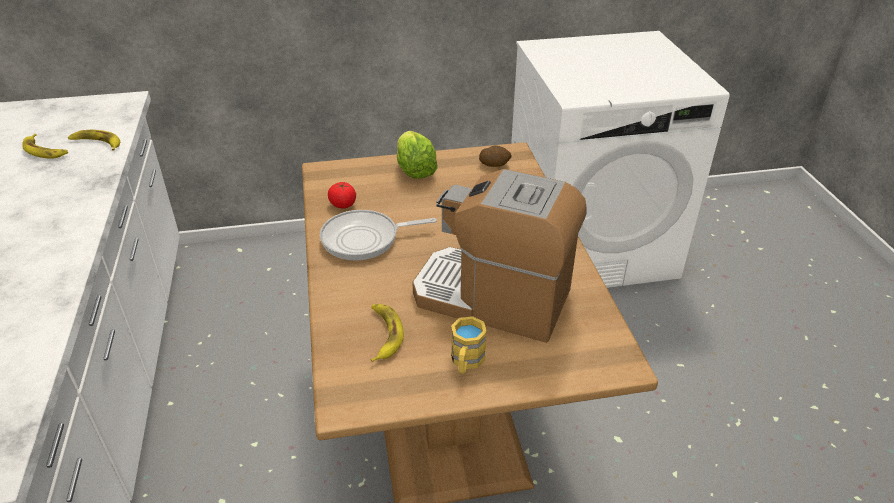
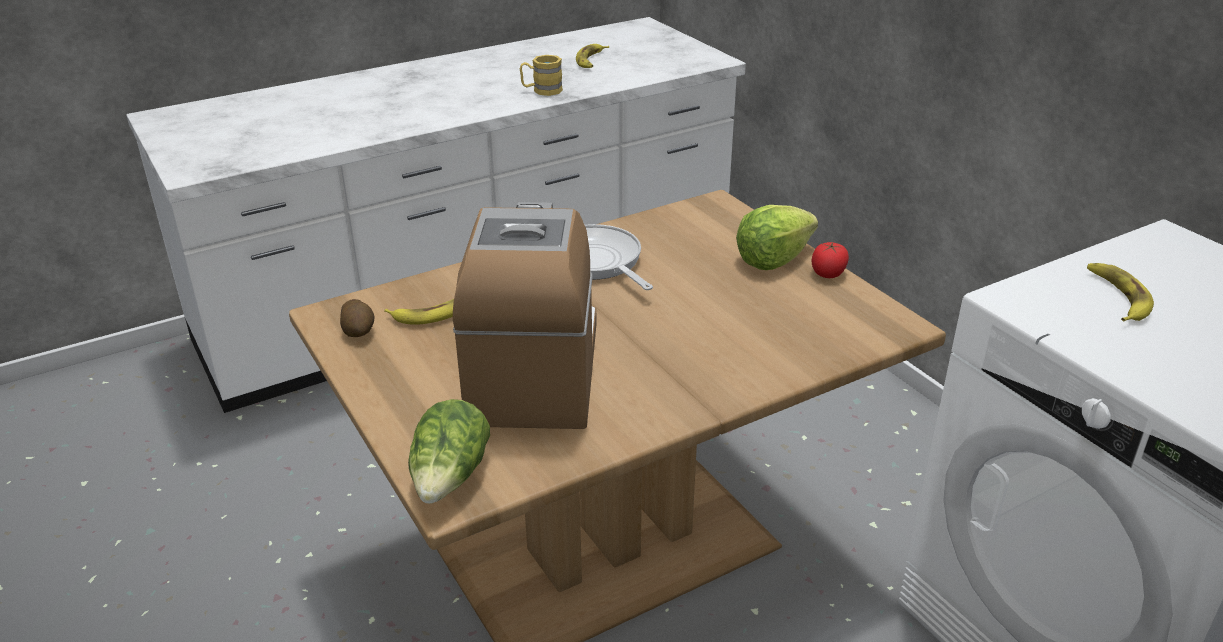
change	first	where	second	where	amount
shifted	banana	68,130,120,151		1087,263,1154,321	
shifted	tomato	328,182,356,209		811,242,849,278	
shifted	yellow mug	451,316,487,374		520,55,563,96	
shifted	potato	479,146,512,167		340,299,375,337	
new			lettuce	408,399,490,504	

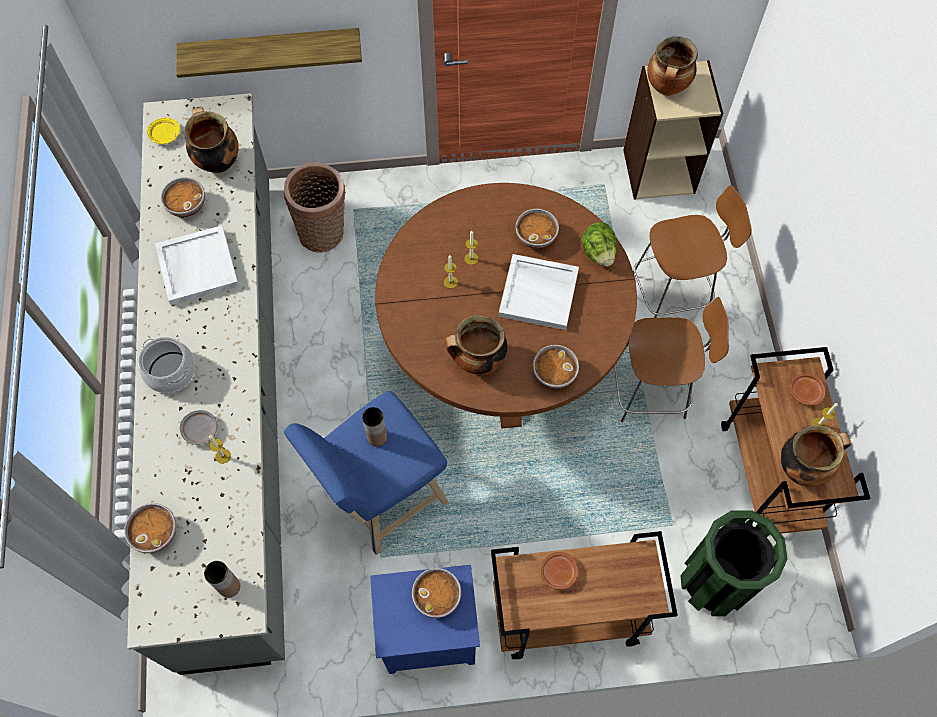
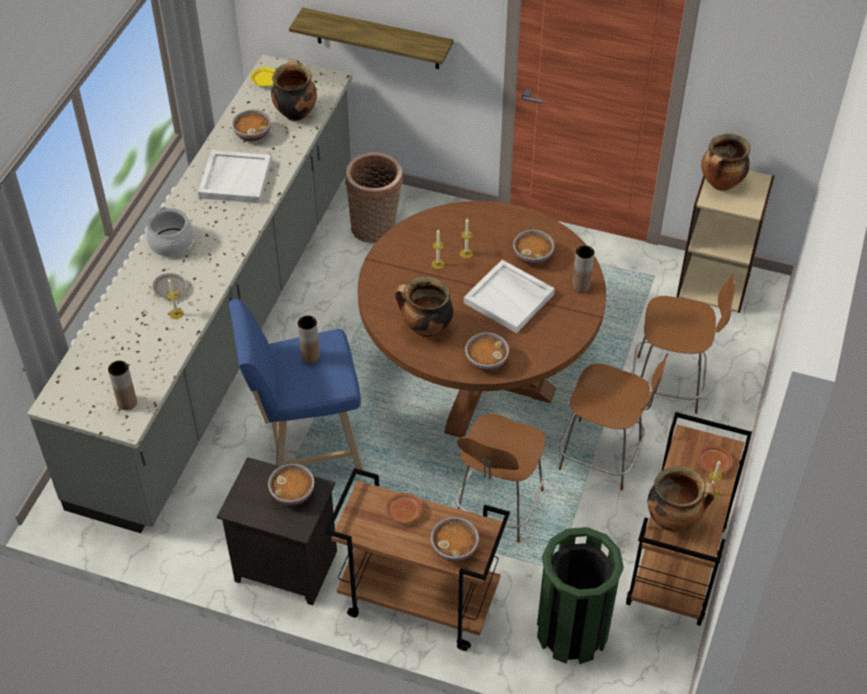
change	first	where	second	where	amount
shifted	bowl	124,503,176,553		431,517,479,562	
repainted	blue nightstand	370,565,480,674	black nightstand	217,457,337,605	
swapped	lettuce	582,222,617,266	brown vase	572,245,594,293	
new			brown chair	456,414,546,543	

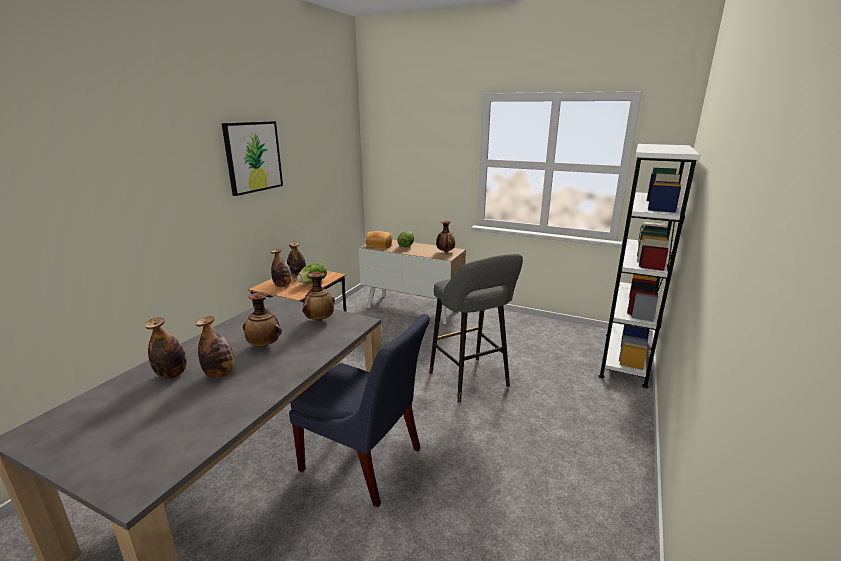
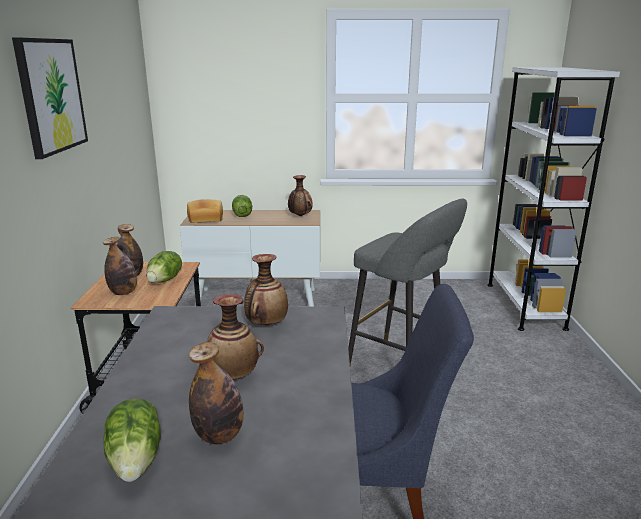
change	first	where	second	where	amount
swapped	bottle	145,317,187,379	lettuce	103,399,161,482	

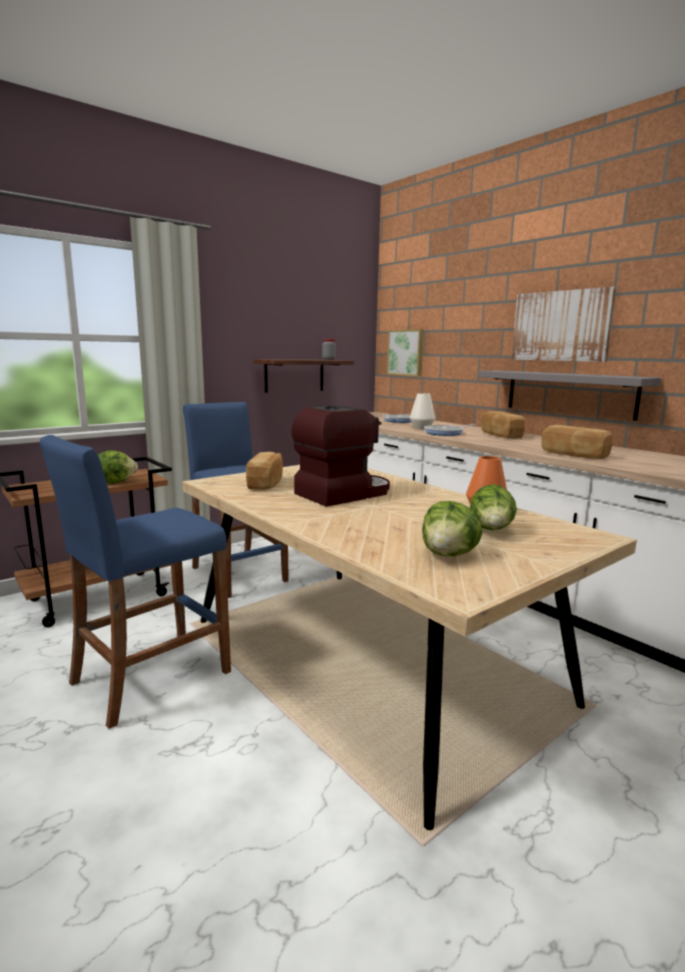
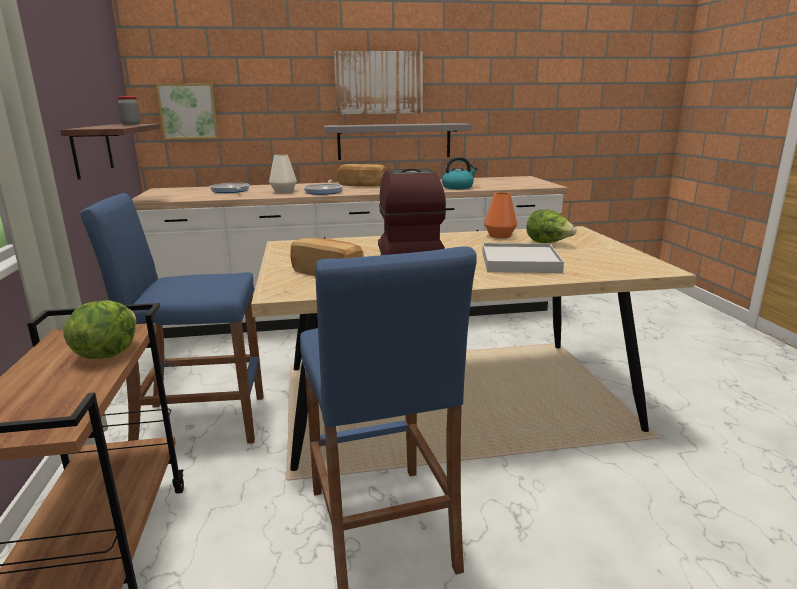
change	first	where	second	where	amount
gone	lettuce	422,501,482,556			
swapped	bread	541,425,613,459	kettle	442,157,478,190	
new			white tray	482,243,564,273	

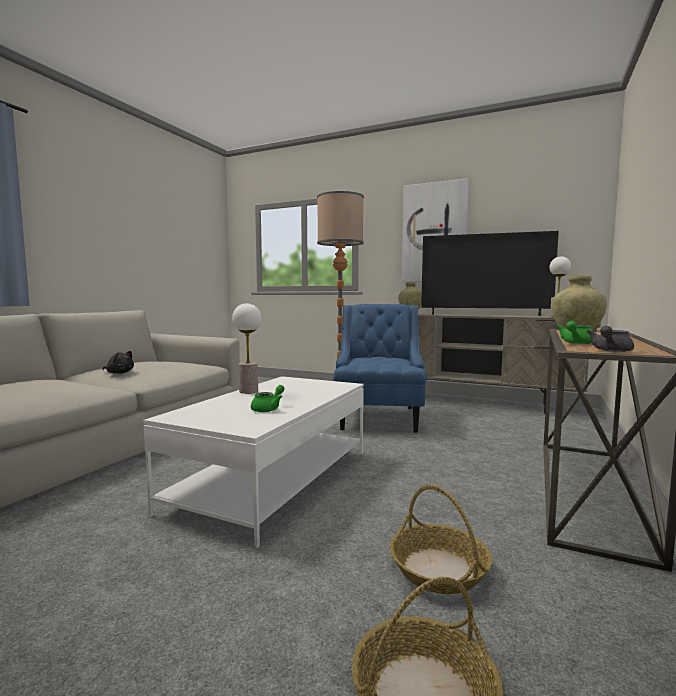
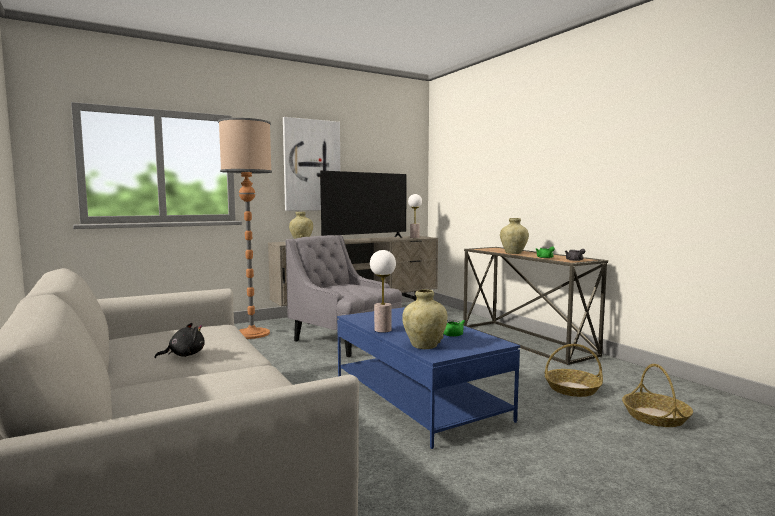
change	first	where	second	where	amount
repainted	white coffee table	143,376,364,548	blue coffee table	337,307,520,449	
repainted	blue armchair	333,304,427,433	grey armchair	286,235,402,357	
new			beige vase	402,289,448,349	

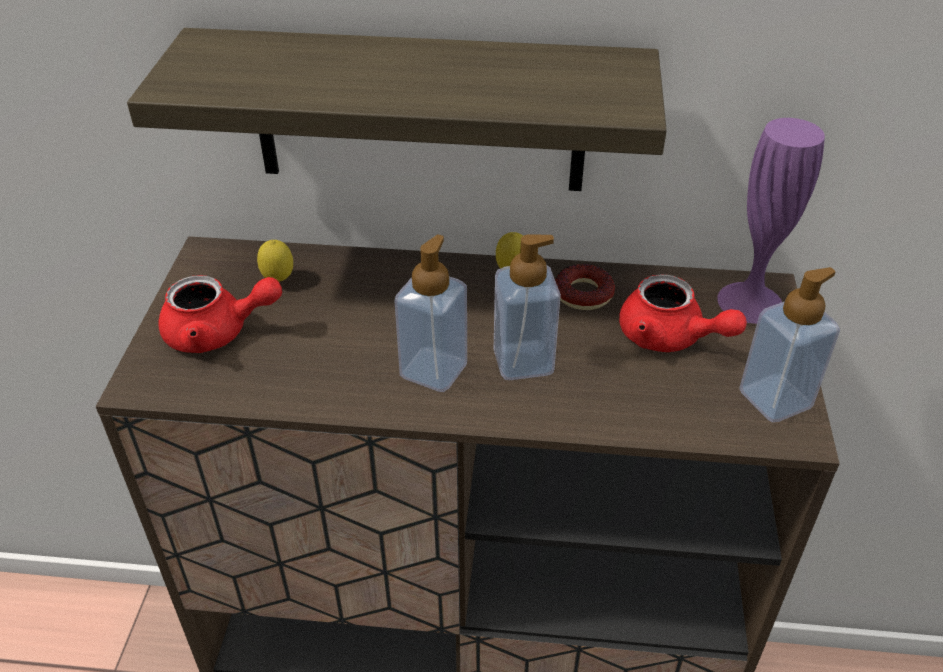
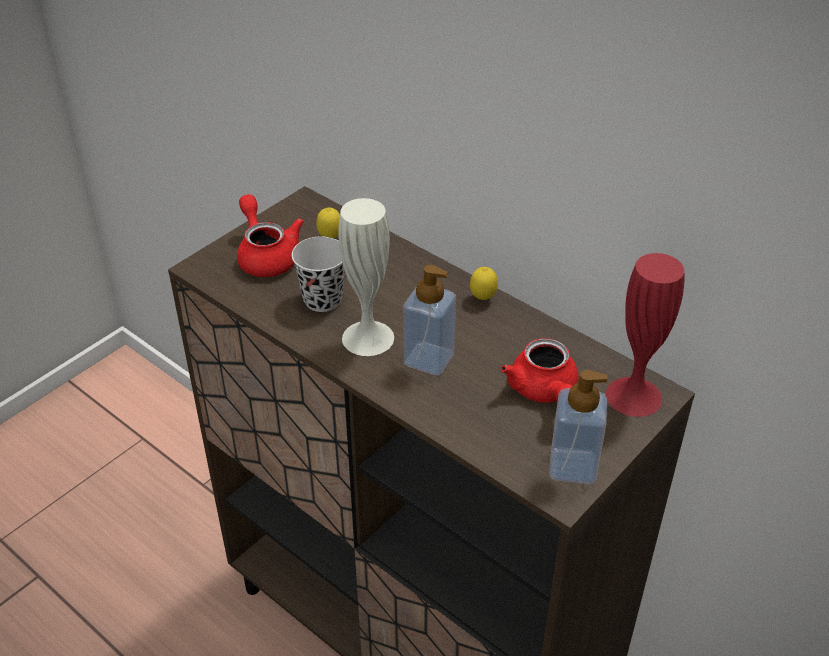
change	first	where	second	where	amount
gone	shelf	127,28,667,191			
rotated	red teapot	158,275,282,353		237,194,304,277	150 degrees counterclockwise
swapped	soap dispenser	394,235,467,392	white vase	338,198,394,356	
gone	donut	555,264,615,310			
repainted	purple vase	717,118,825,324	red vase	606,253,685,417	
new			black cup	292,237,344,312	

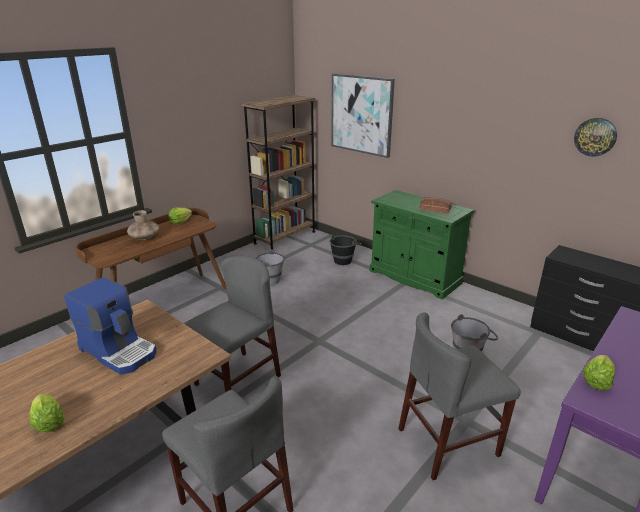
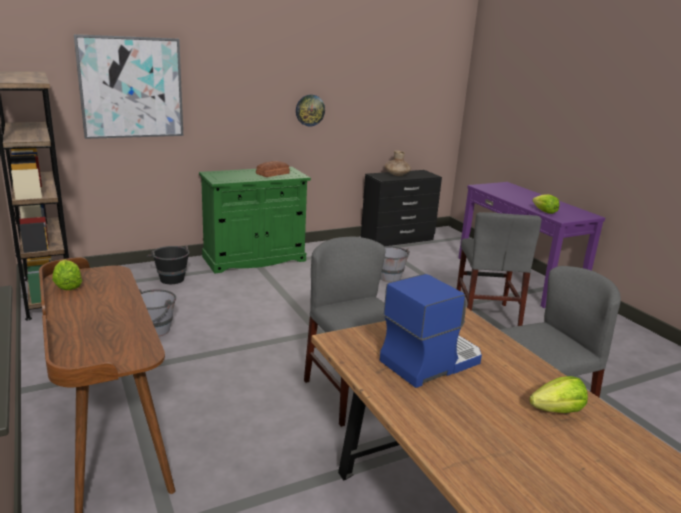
change	first	where	second	where	amount
shifted	brown vase	127,210,159,240		385,150,411,176	
shifted	wall clock	574,118,617,157		296,95,325,126	

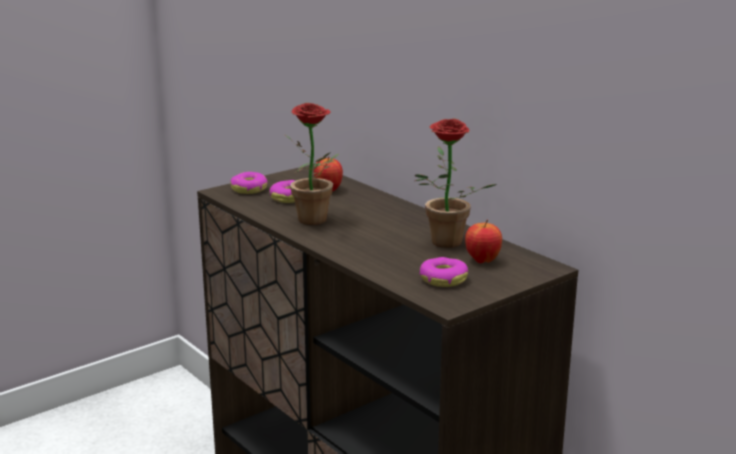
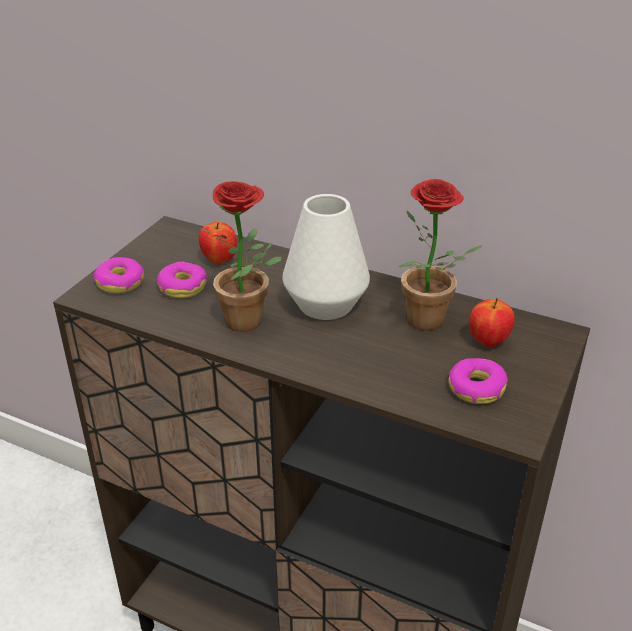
change	first	where	second	where	amount
new			white vase	282,194,370,320	

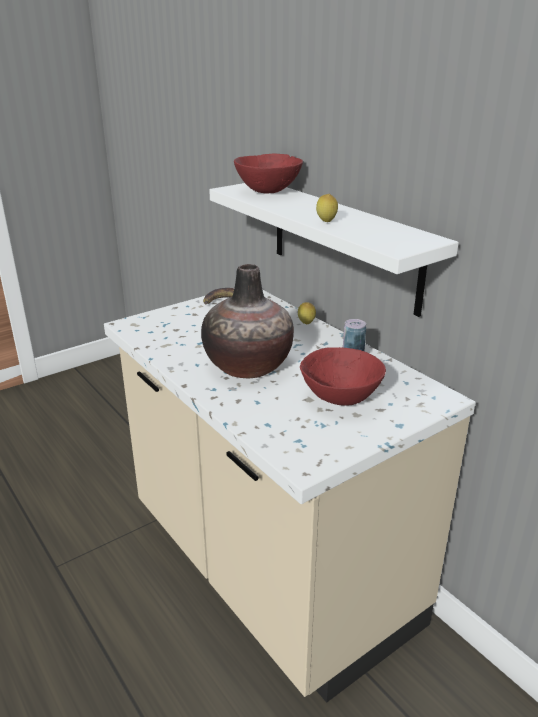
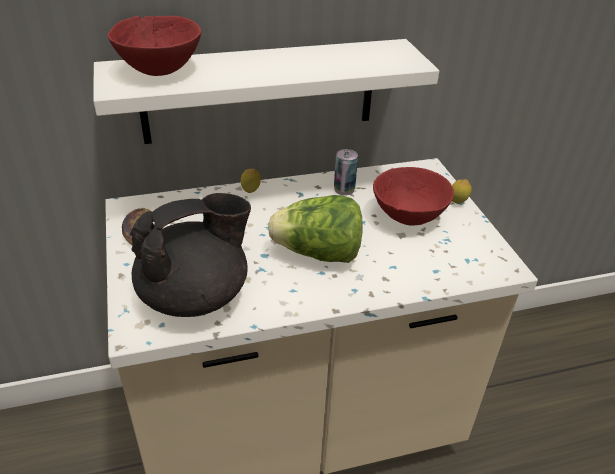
change	first	where	second	where	amount
swapped	vase	201,264,294,379	lettuce	268,195,363,263	
shifted	lemon	316,194,338,222		452,179,472,204	
new			black teapot	130,193,251,317	

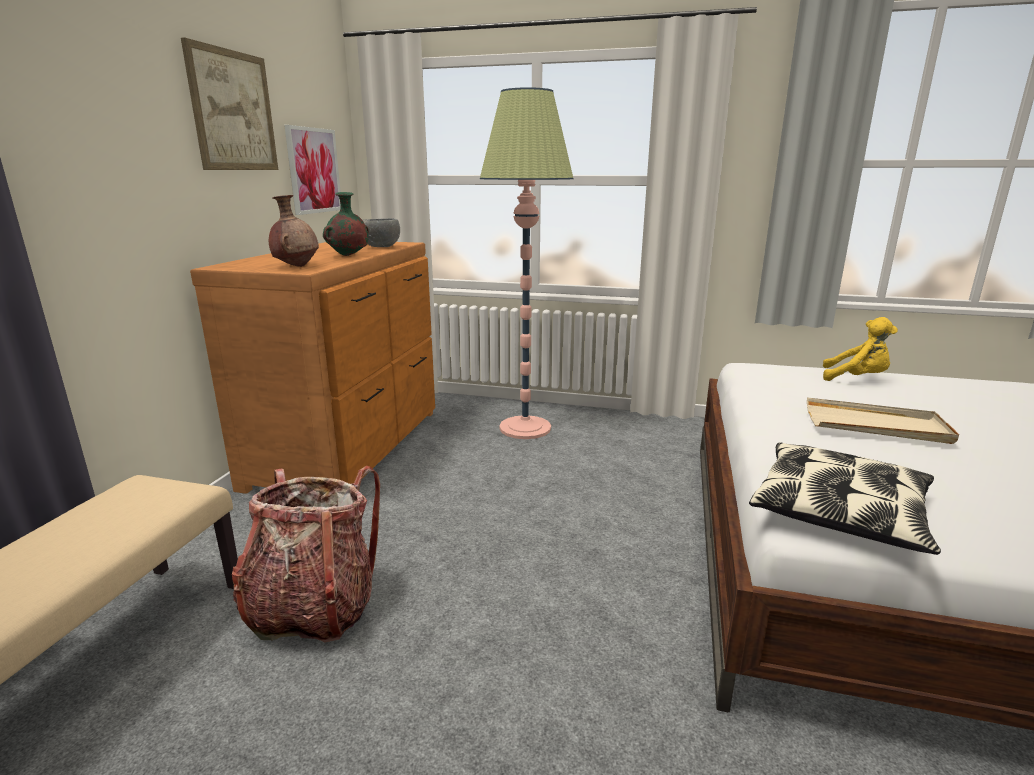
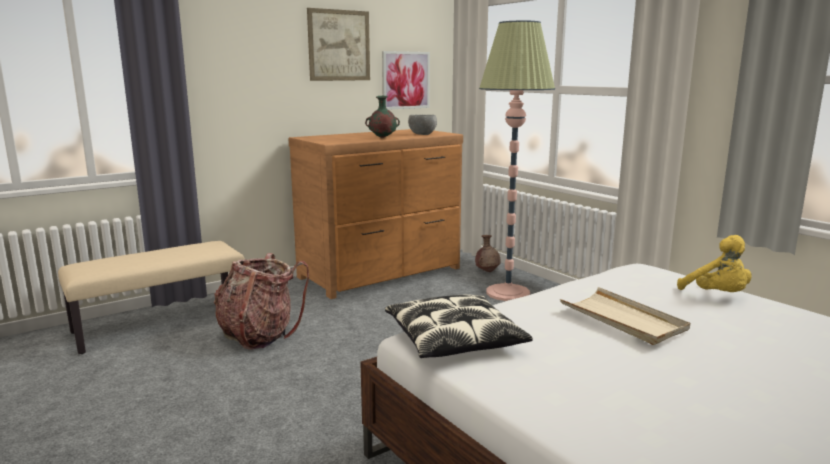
change	first	where	second	where	amount
shifted	brown vase	269,195,319,267		475,235,501,272	

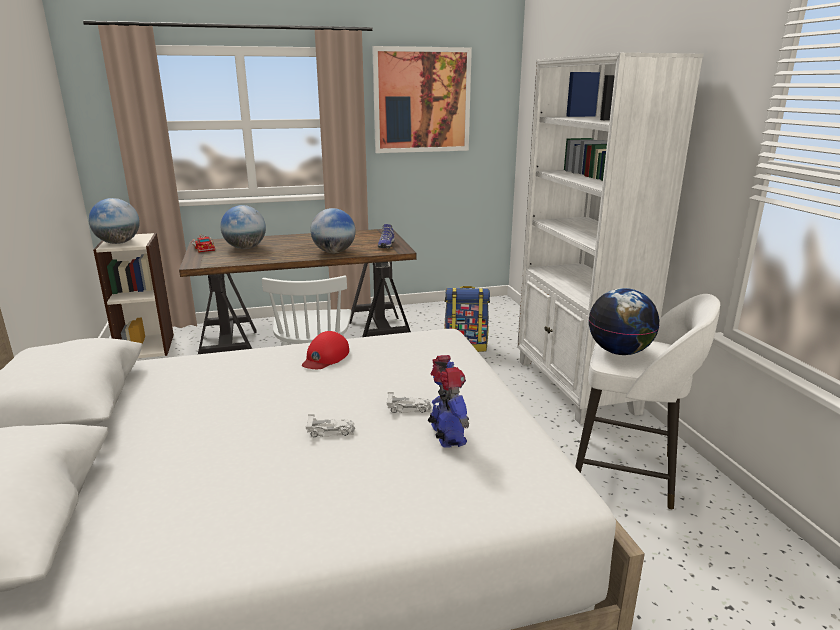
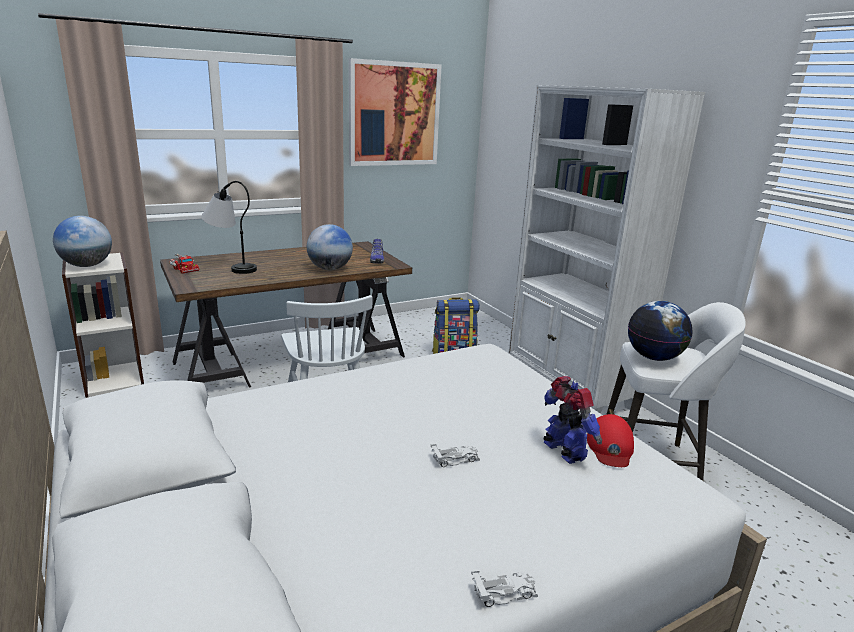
change	first	where	second	where	amount
swapped	globe	220,205,266,249	table lamp	201,181,257,274	
shifted	red cap	302,331,349,369		587,414,634,467	
shifted	white toy car	387,392,431,413		471,571,538,607	

